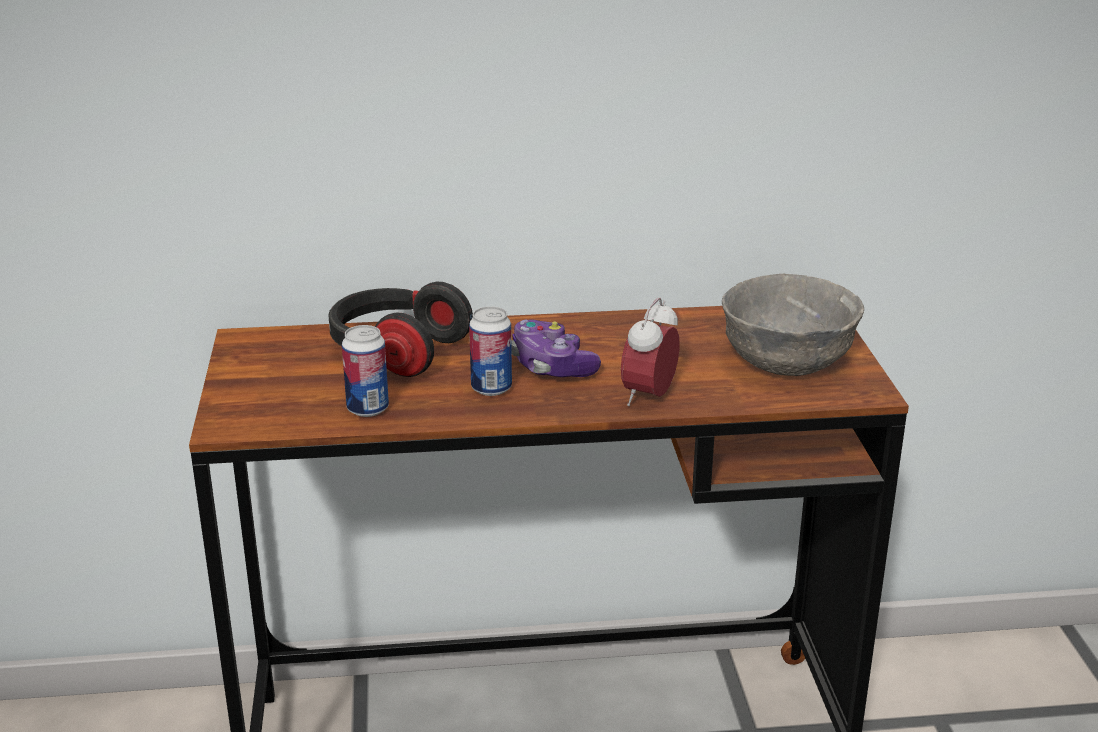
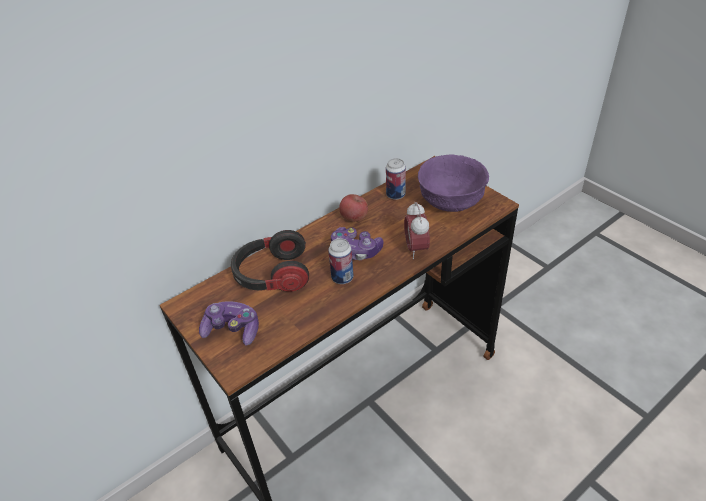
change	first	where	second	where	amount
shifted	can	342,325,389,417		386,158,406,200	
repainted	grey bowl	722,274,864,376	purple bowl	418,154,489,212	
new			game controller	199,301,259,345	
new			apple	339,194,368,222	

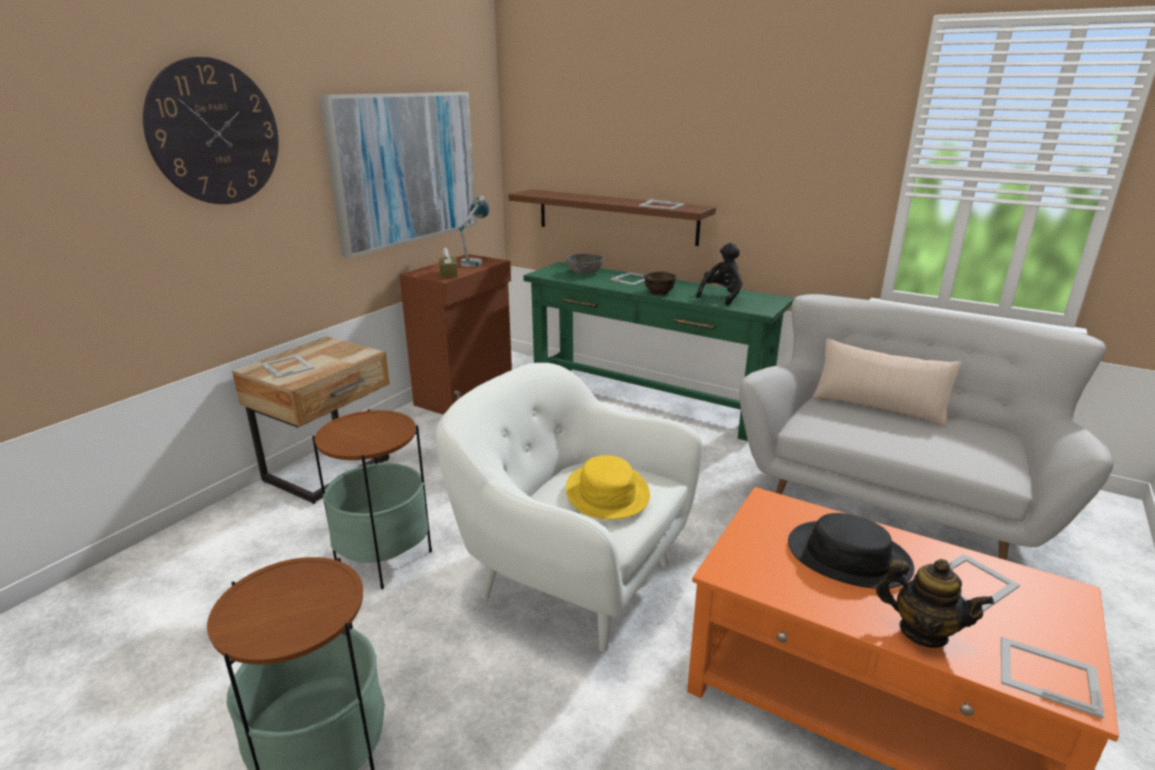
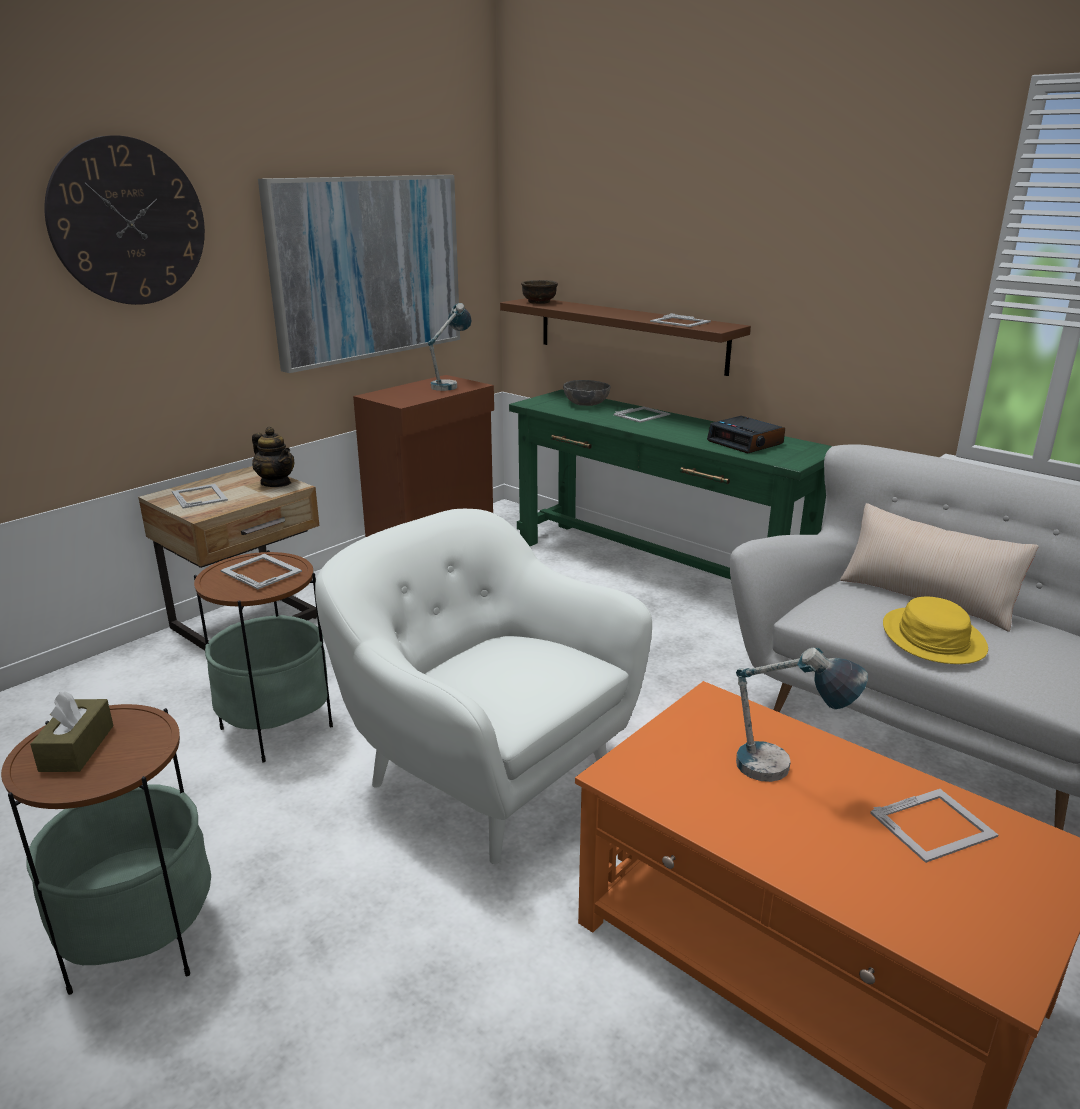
change	first	where	second	where	amount
shifted	brown tissue box	439,247,458,278		30,691,114,772	
shifted	yellow hat	566,455,650,519		883,597,988,664	
shifted	brown bowl	644,271,677,295		521,280,558,304	
swapped	black plush toy	696,243,743,306	alarm clock	707,416,785,453	
swapped	black hat	788,513,914,589	table lamp	736,648,868,782	
shifted	teapot	876,559,994,648		252,427,295,487	
shifted	picture frame	1001,637,1104,719		220,554,302,589	

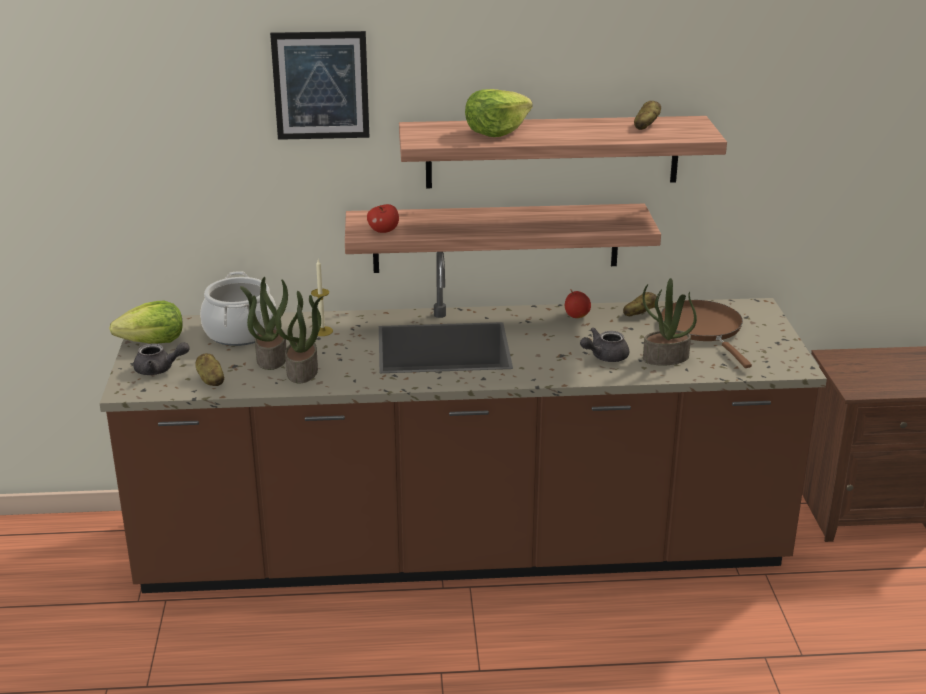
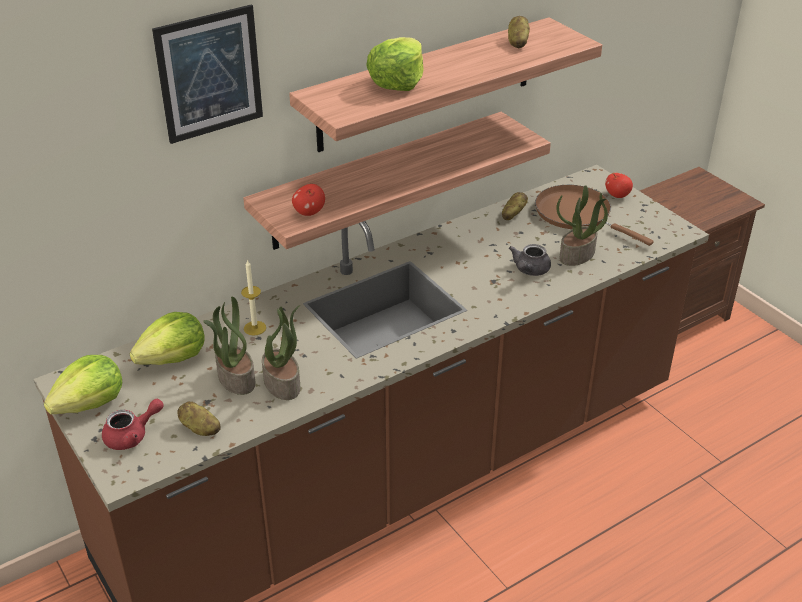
change	first	where	second	where	amount
repainted	grey teapot	133,342,190,375	red teapot	102,399,164,450	
swapped	cooking pot	200,271,277,346	lettuce	129,312,204,365	
shifted	apple	565,289,591,318		605,173,633,198	

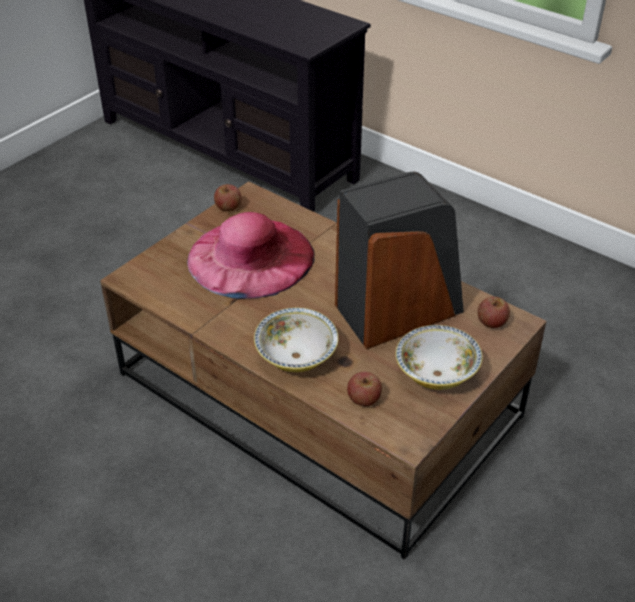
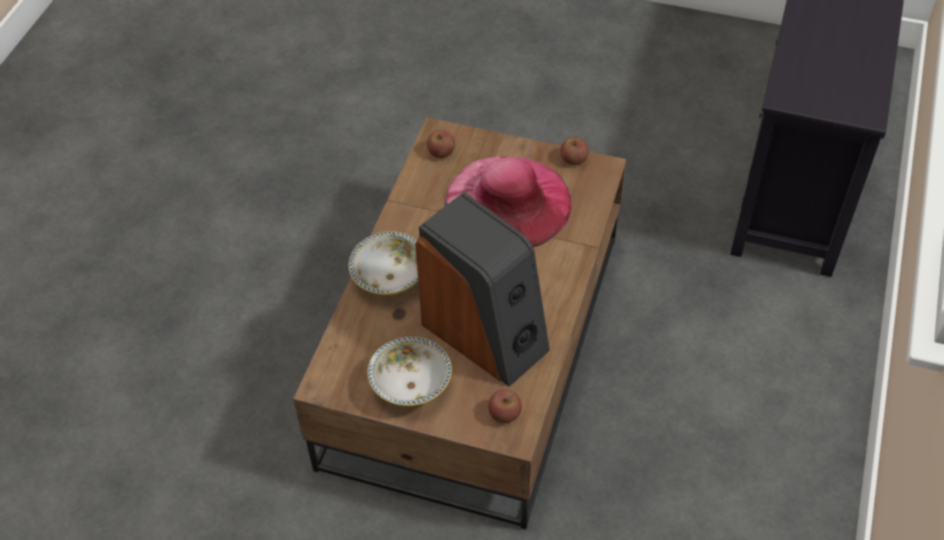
change	first	where	second	where	amount
shifted	apple	347,372,382,406		427,130,455,158	

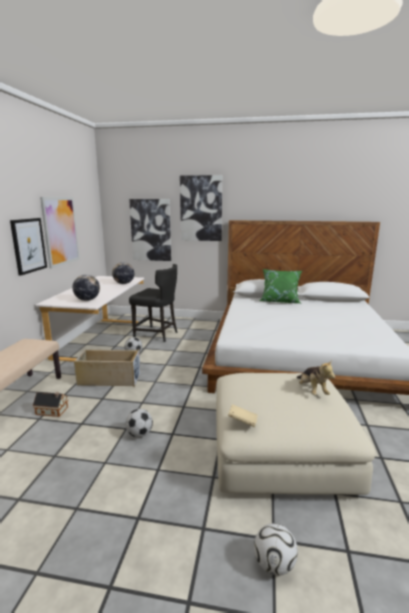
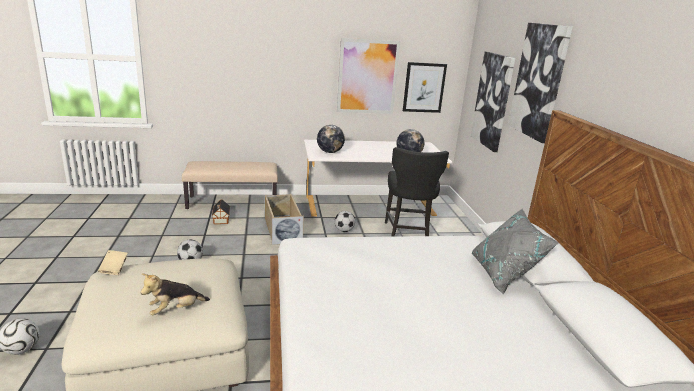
change	first	where	second	where	amount
shifted	picture	10,218,47,276		403,62,447,113	
repainted	green pillow	259,269,302,303	grey pillow	472,208,559,294	

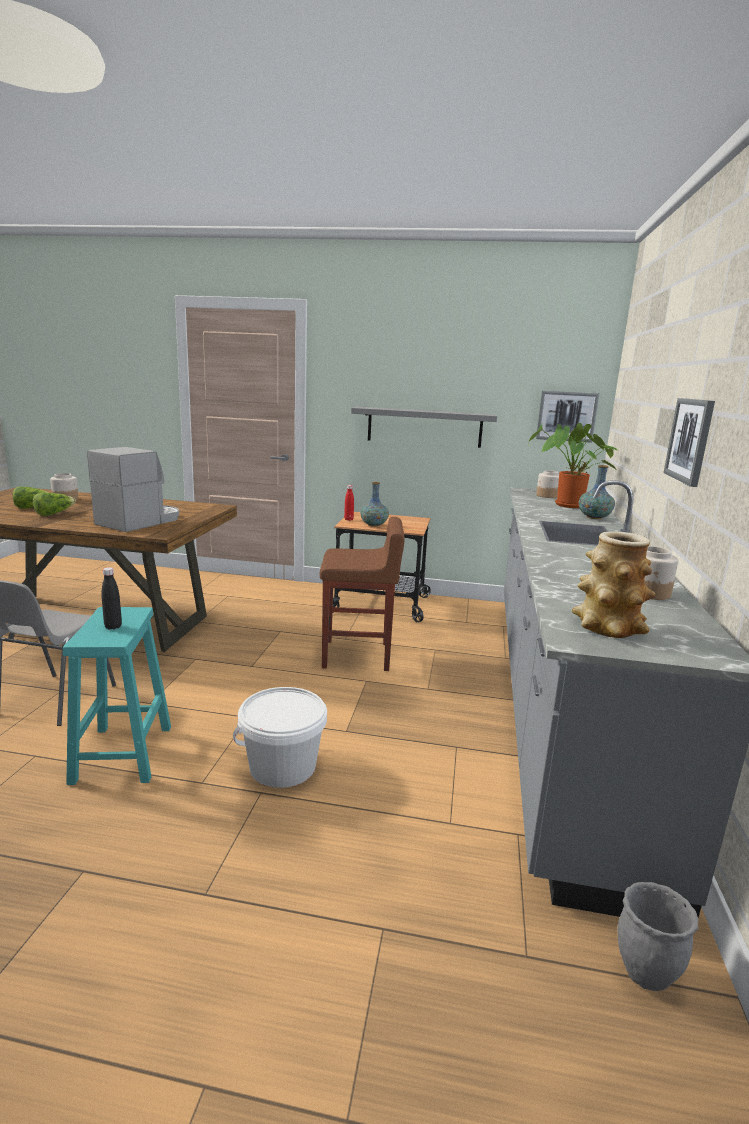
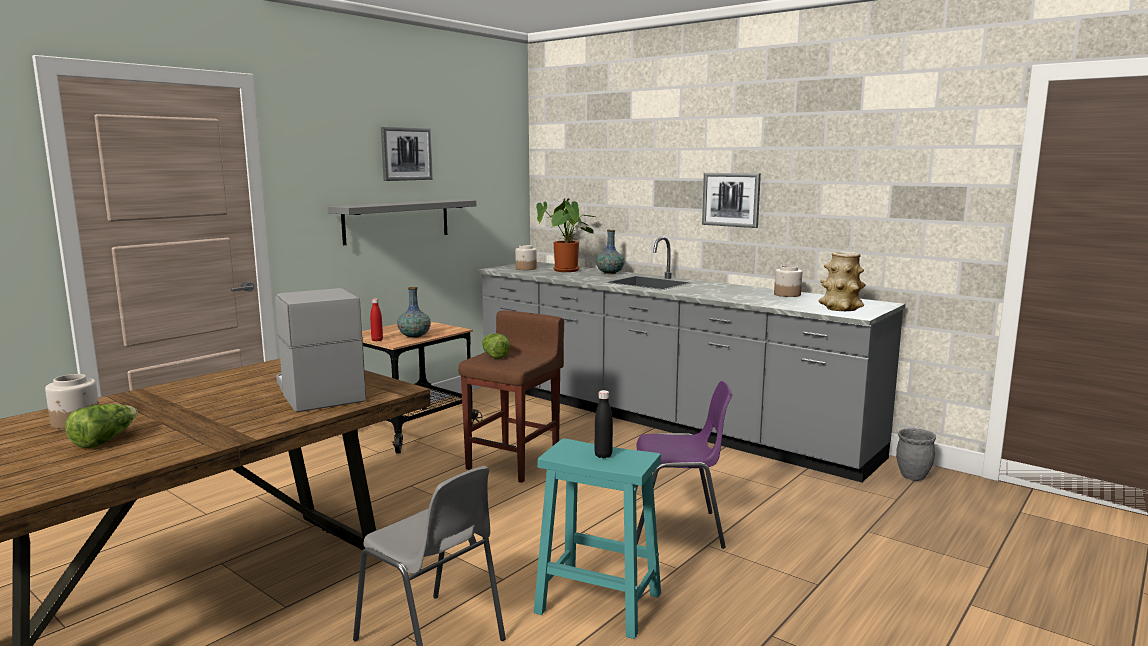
change	first	where	second	where	amount
shifted	lettuce	33,493,76,516		482,333,510,359	
swapped	white bucket	233,687,327,788	purple chair	636,381,732,549	
shifted	picture	536,391,599,443		381,127,433,181	

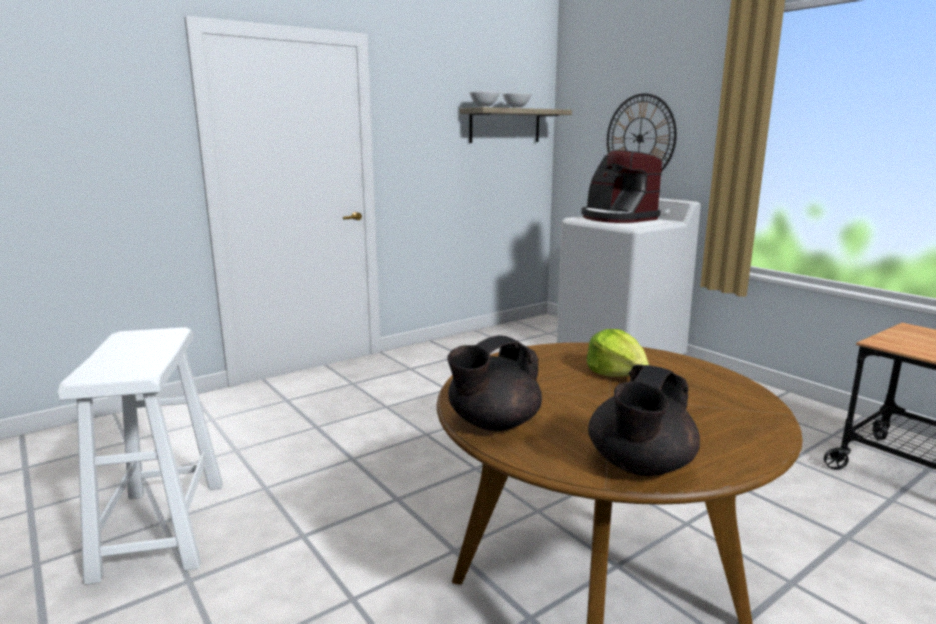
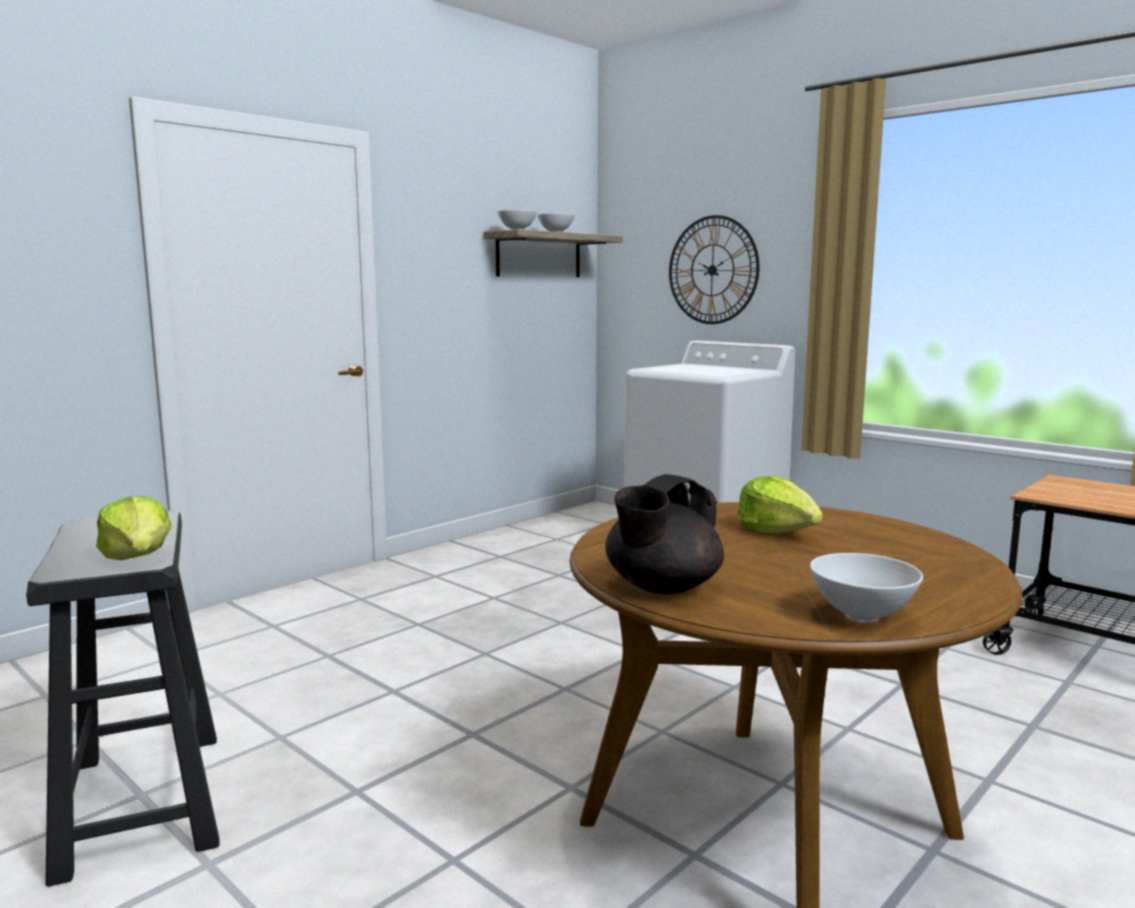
change	first	where	second	where	amount
repainted	white stool	57,327,223,585	black stool	26,511,220,887	
gone	coffee machine	581,150,662,223			
swapped	black teapot	588,365,700,476	white bowl	810,553,923,623	
new			lettuce	96,496,171,560	

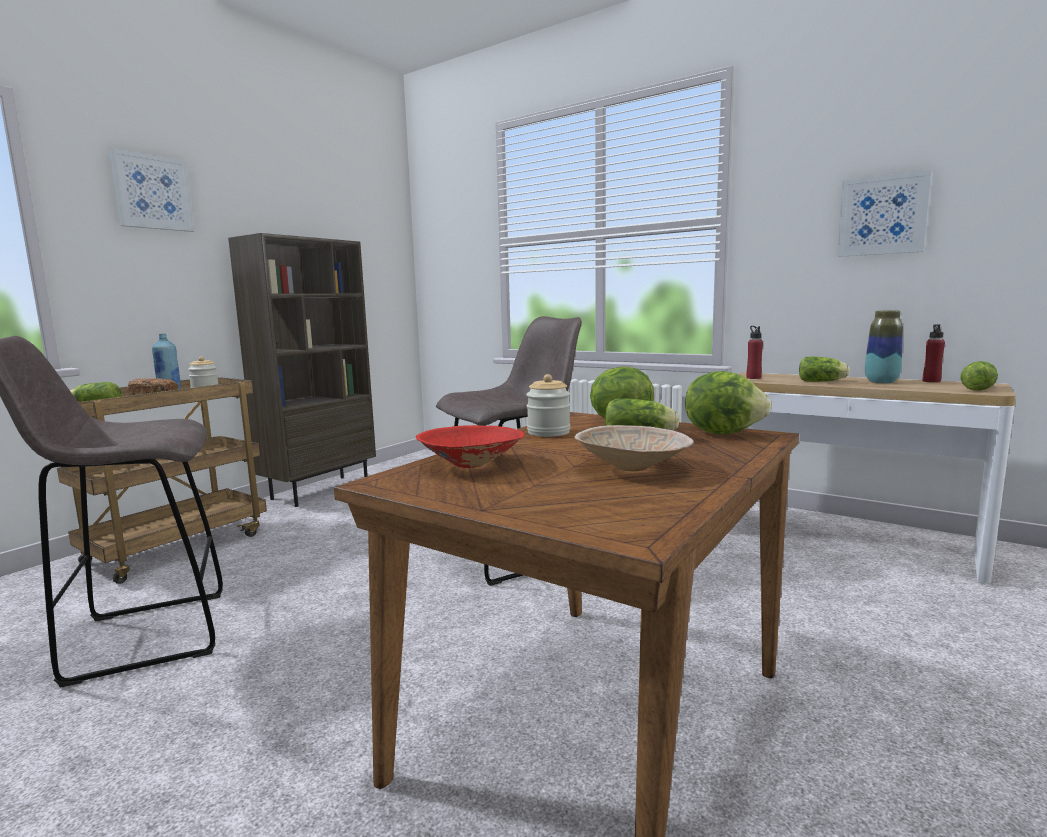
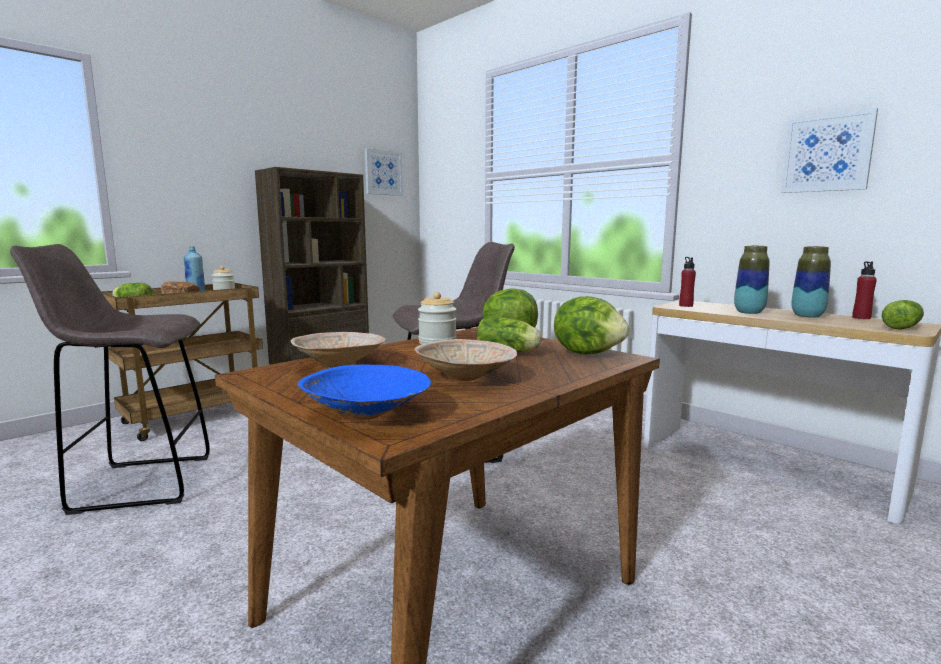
change	first	where	second	where	amount
shifted	picture	108,148,195,232		365,148,403,196	
repainted	red bowl	415,425,525,468	beige bowl	291,332,386,368	
swapped	lettuce	799,357,850,382	vase	734,245,770,314	
new			blue bowl	298,365,431,420	

